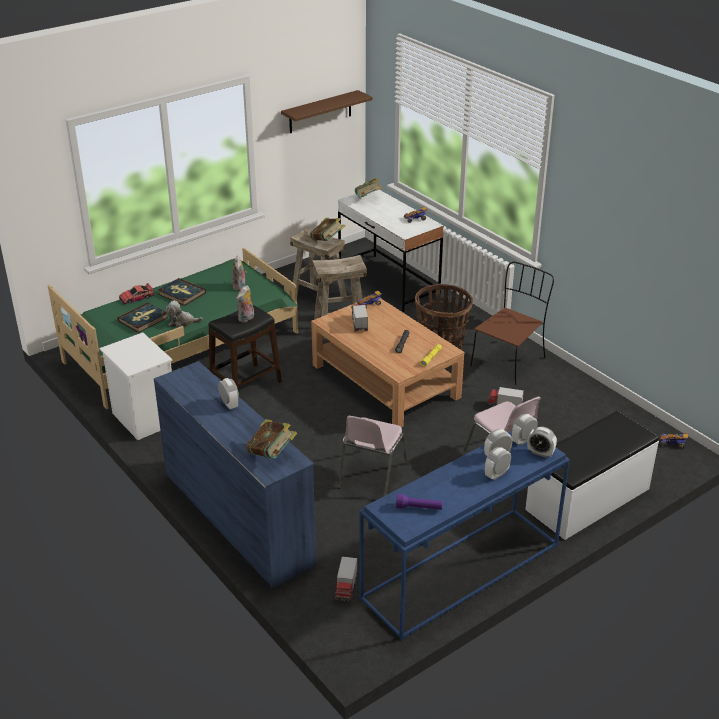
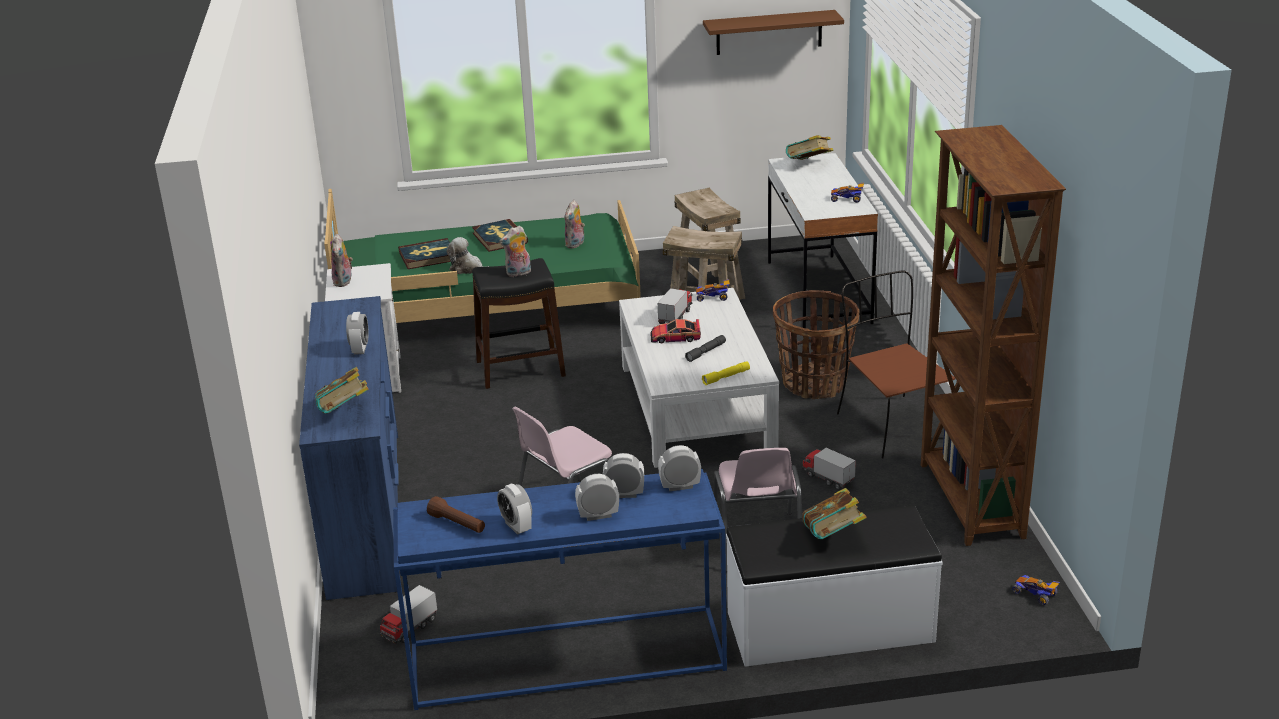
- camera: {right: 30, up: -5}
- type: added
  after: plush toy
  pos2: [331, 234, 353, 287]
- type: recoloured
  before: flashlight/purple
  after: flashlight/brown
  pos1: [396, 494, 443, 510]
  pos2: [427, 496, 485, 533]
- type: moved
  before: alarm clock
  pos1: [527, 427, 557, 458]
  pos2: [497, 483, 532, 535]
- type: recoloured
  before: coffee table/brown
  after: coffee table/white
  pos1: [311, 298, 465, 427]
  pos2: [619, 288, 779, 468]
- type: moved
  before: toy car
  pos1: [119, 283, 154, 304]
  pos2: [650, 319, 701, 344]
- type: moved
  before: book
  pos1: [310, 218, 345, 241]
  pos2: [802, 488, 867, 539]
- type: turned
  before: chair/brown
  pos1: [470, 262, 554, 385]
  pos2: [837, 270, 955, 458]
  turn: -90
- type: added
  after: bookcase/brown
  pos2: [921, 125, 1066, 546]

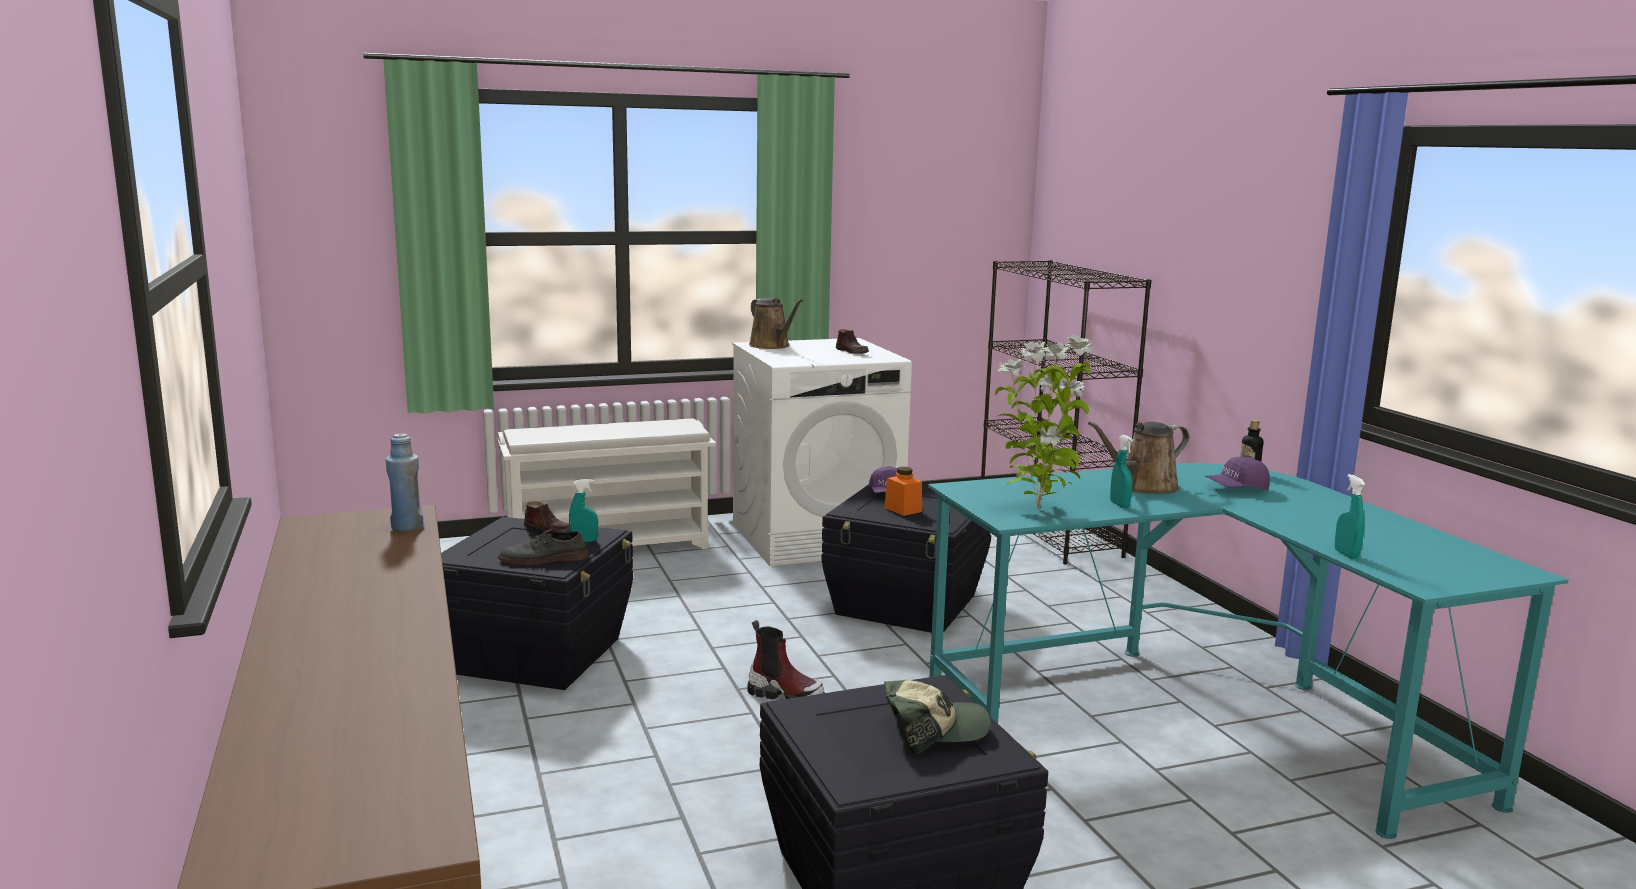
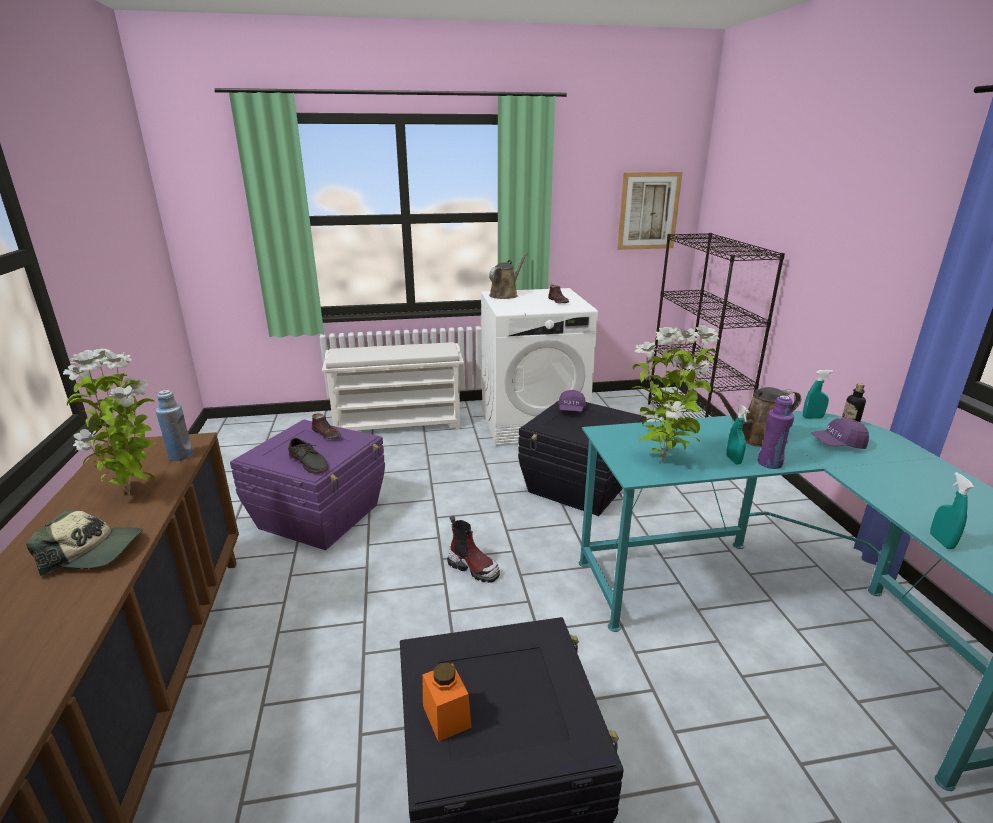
- camera: {right: 10, up: 10}
- type: moved
  before: cap
  pos1: [884, 680, 990, 754]
  pos2: [26, 510, 143, 576]
- type: added
  after: potted plant
  pos2: [63, 349, 155, 495]
- type: recoloured
  before: storage box/black
  after: storage box/purple
  pos1: [441, 517, 633, 690]
  pos2: [230, 419, 385, 550]
- type: turned
  before: shoe/grey
  pos1: [498, 528, 588, 565]
  pos2: [288, 438, 329, 474]
  turn: -135
- type: moved
  before: jar/orange
  pos1: [884, 467, 922, 516]
  pos2: [422, 663, 471, 742]
- type: turned
  before: watering can/brown
  pos1: [749, 298, 803, 349]
  pos2: [489, 253, 528, 299]
  turn: -120
- type: added
  after: picture
  pos2: [617, 172, 683, 250]
- type: added
  after: bottle/purple
  pos2: [757, 395, 794, 469]
- type: moved
  before: spray bottle/turquoise
  pos1: [569, 479, 598, 542]
  pos2: [803, 370, 834, 419]

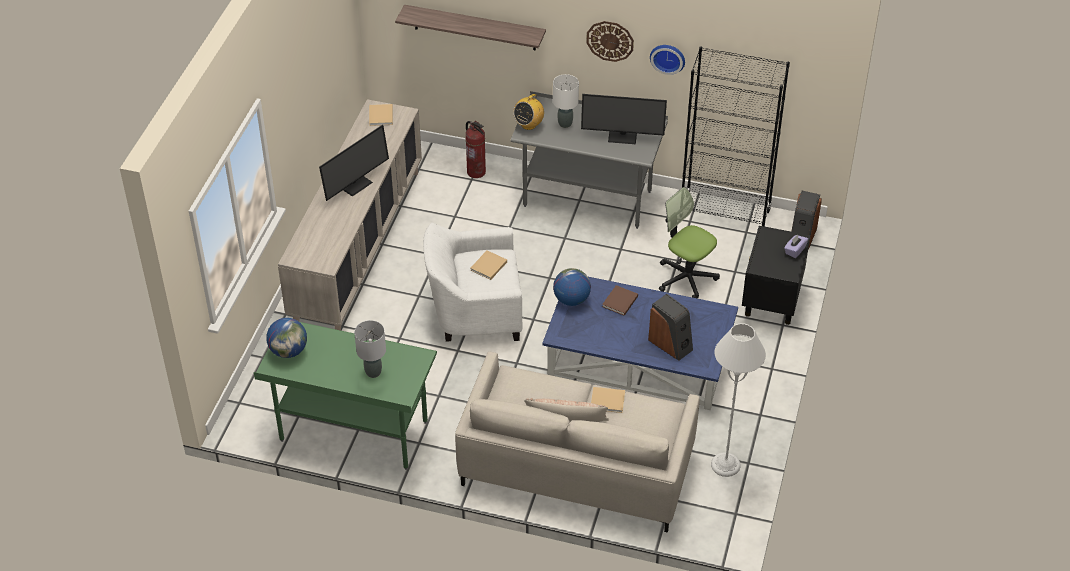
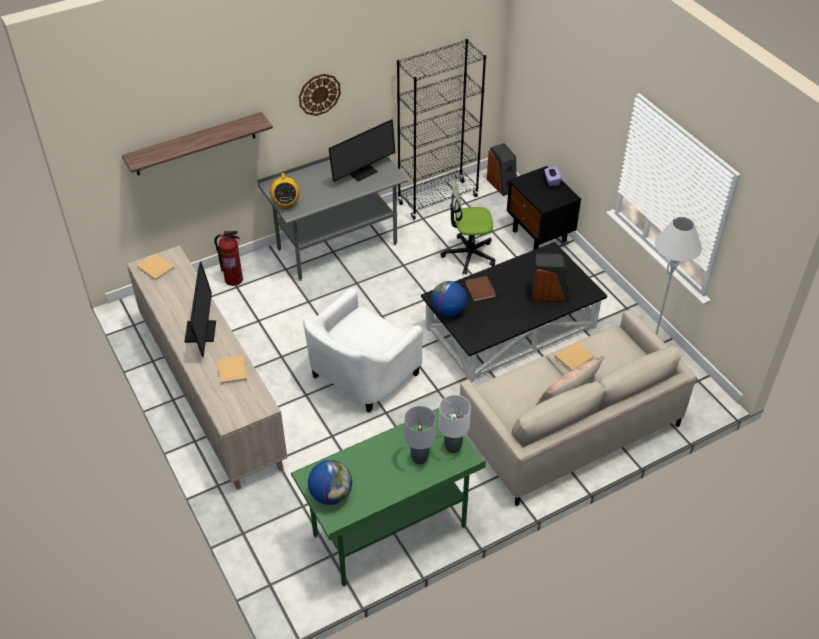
- camera: {right: -45, up: 0}
- type: moved
  before: book/beige
  pos1: [470, 250, 507, 280]
  pos2: [217, 355, 247, 385]
- type: recoloured
  before: coffee table/blue
  after: coffee table/black
  pos1: [542, 277, 738, 410]
  pos2: [421, 242, 607, 382]
- type: moved
  before: table lamp/white
  pos1: [553, 74, 579, 128]
  pos2: [438, 395, 471, 453]
- type: removed
  before: wall clock
  pos1: [650, 45, 685, 75]

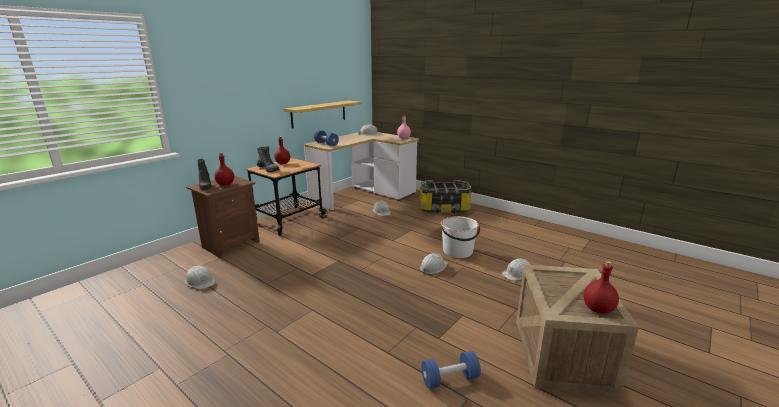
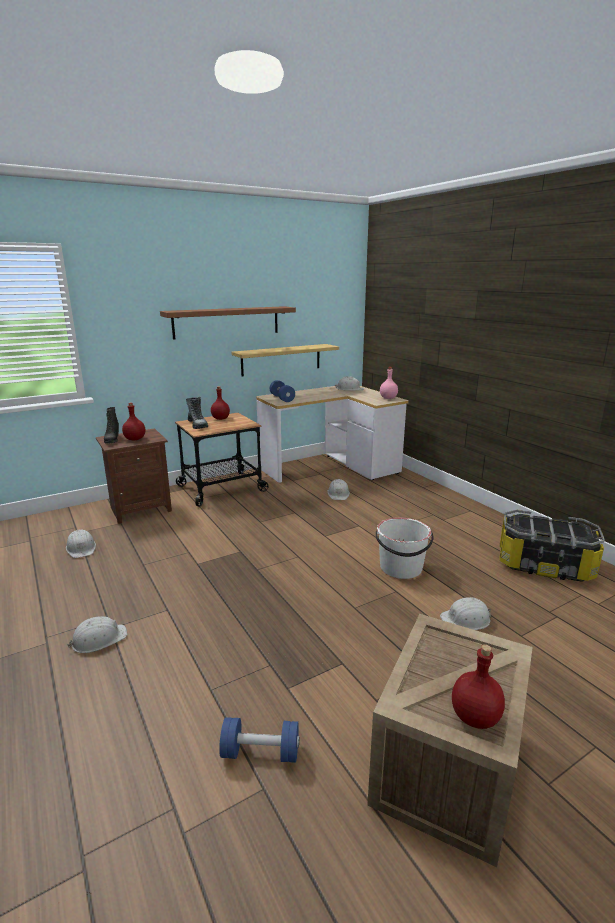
- camera: {right: 20, up: 0}
- type: moved
  before: hard hat/white
  pos1: [420, 253, 448, 274]
  pos2: [68, 616, 127, 653]
- type: added
  after: shelf/brown
  pos2: [160, 306, 296, 340]
- type: moved
  before: storage box
  pos1: [419, 180, 471, 213]
  pos2: [500, 510, 605, 582]

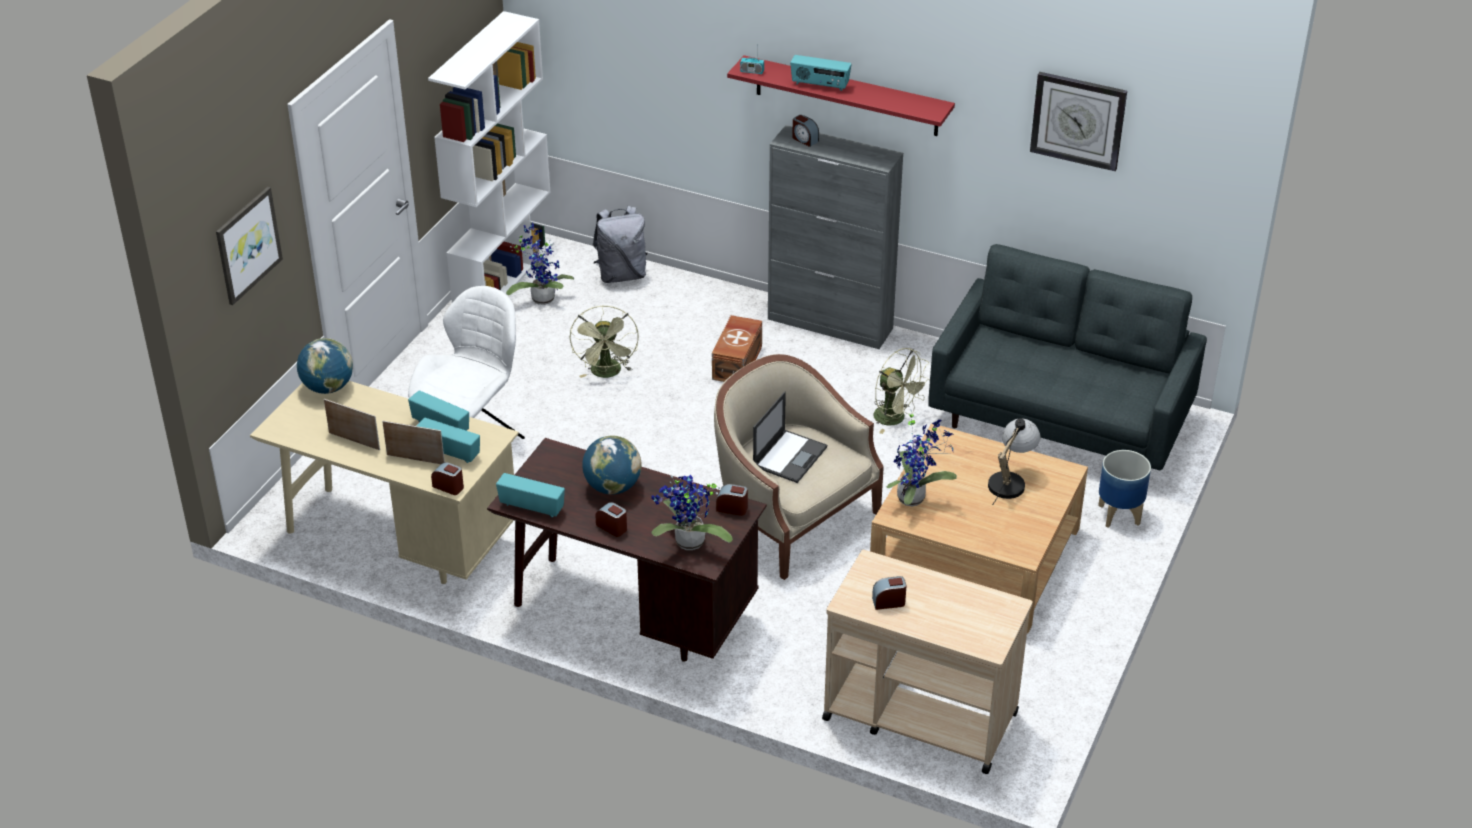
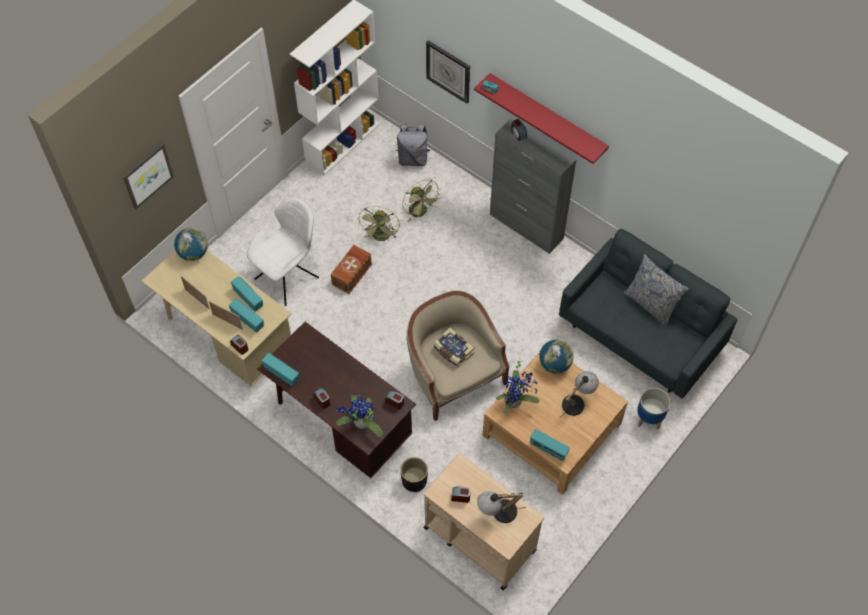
- camera: {right: 15, up: 20}
- type: moved
  before: storage box/brown
  pos1: [712, 315, 762, 382]
  pos2: [331, 245, 372, 294]
- type: added
  after: planter/black
  pos2: [400, 457, 428, 492]
- type: moved
  before: fan/green
  pos1: [873, 348, 930, 434]
  pos2: [402, 180, 440, 222]
- type: moved
  before: wall clock
  pos1: [1030, 72, 1127, 171]
  pos2: [426, 40, 470, 104]
- type: replaced
  before: laptop
  after: book
  pos1: [753, 392, 827, 483]
  pos2: [433, 328, 474, 368]
- type: added
  after: table lamp
  pos2: [477, 491, 526, 523]
- type: moved
  before: radio
  pos1: [790, 55, 852, 91]
  pos2: [530, 429, 570, 461]
- type: moved
  before: globe
  pos1: [582, 436, 642, 495]
  pos2: [539, 340, 574, 374]
- type: added
  after: pillow
  pos2: [624, 254, 689, 328]
- type: removed
  before: potted plant
  pos1: [506, 223, 574, 305]

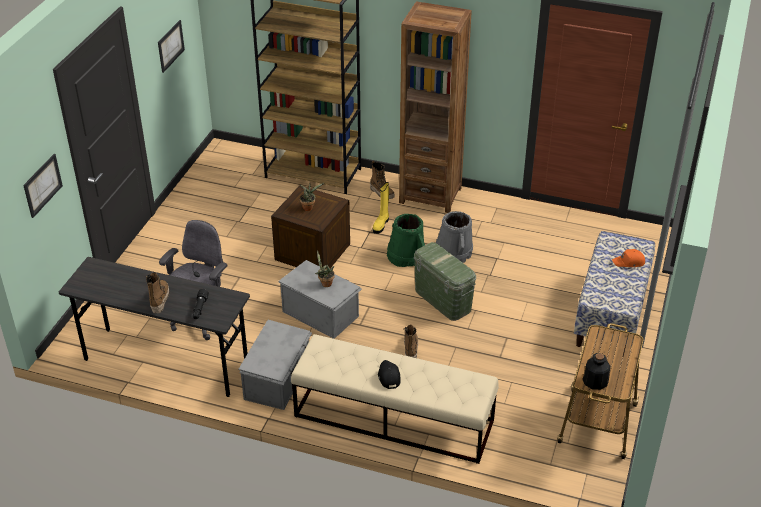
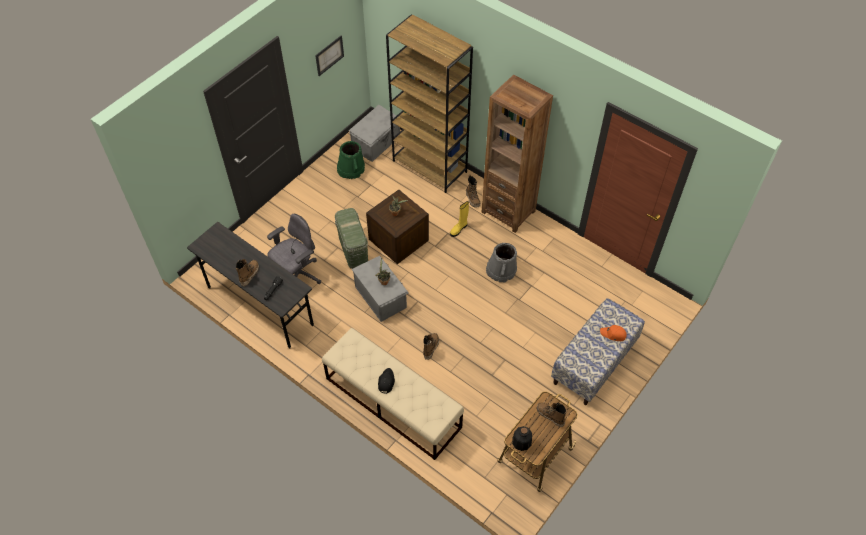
- camera: {right: 20, up: 15}
- type: moved
  before: storage box/green
  pos1: [414, 242, 476, 321]
  pos2: [335, 208, 368, 269]
- type: moved
  before: bucket/green
  pos1: [387, 214, 425, 267]
  pos2: [337, 141, 365, 179]
- type: moved
  before: storage box/grey
  pos1: [238, 320, 312, 410]
  pos2: [349, 105, 400, 162]
- type: added
  after: boot
  pos2: [537, 402, 567, 427]
- type: removed
  before: picture
  pos1: [23, 154, 63, 218]

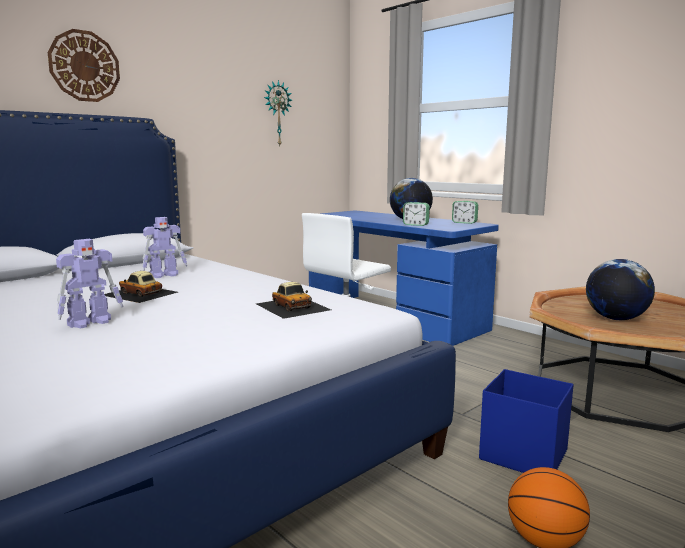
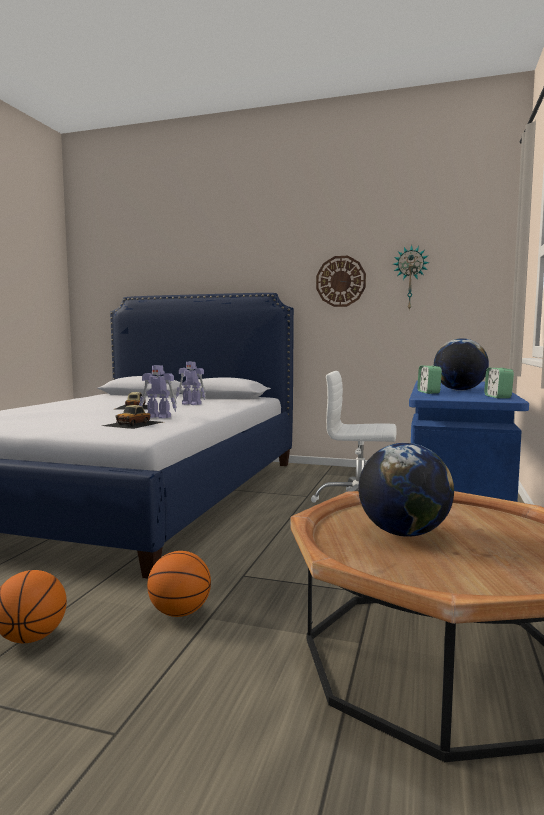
- camera: {right: 60, up: -5}
- type: moved
  before: toy robot
  pos1: [56, 239, 124, 328]
  pos2: [139, 366, 177, 419]
- type: replaced
  before: storage box/blue
  after: basketball
  pos1: [479, 369, 574, 473]
  pos2: [147, 551, 211, 617]
- type: moved
  before: wall clock
  pos1: [47, 29, 120, 102]
  pos2: [316, 256, 366, 307]

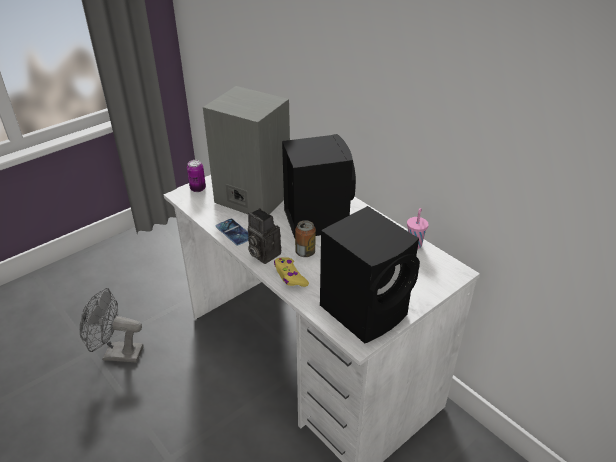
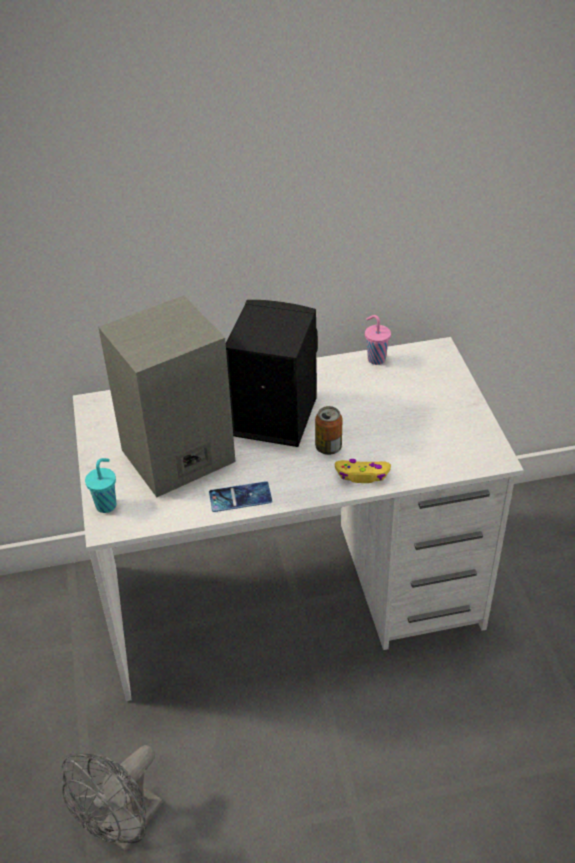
- camera: {right: -60, up: 5}
- type: replaced
  before: can
  after: cup/turquoise
  pos1: [187, 160, 206, 192]
  pos2: [85, 458, 116, 513]
- type: removed
  before: photo camera
  pos1: [248, 208, 281, 264]
- type: removed
  before: speaker/black
  pos1: [320, 206, 420, 344]

